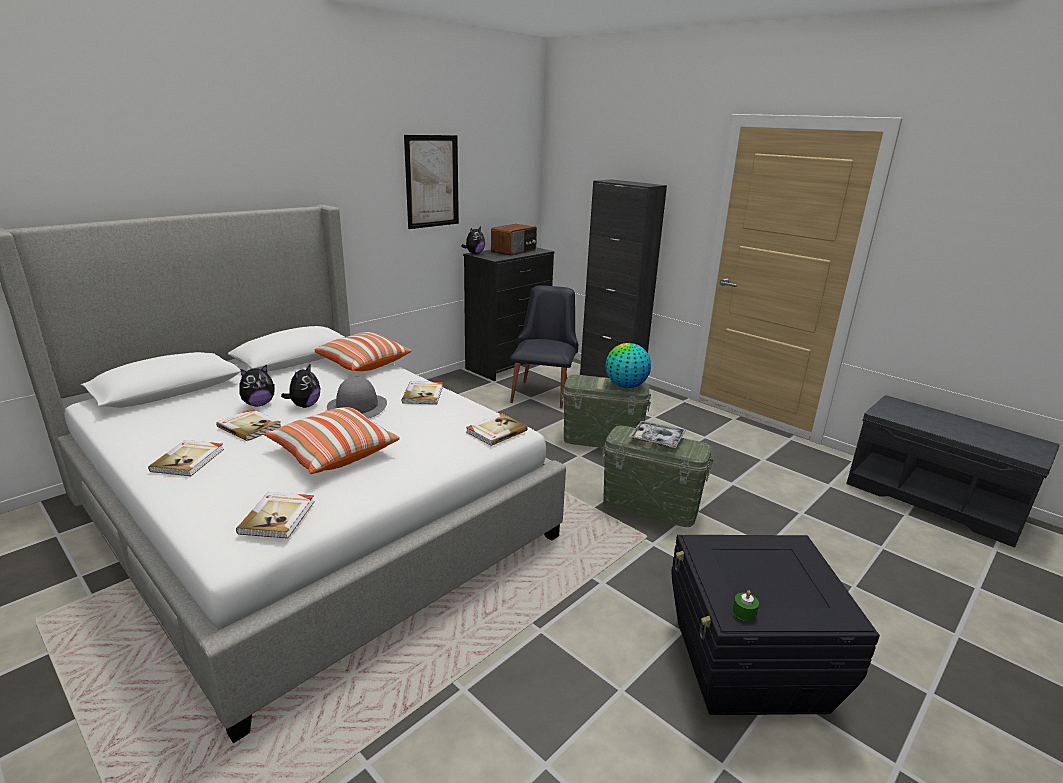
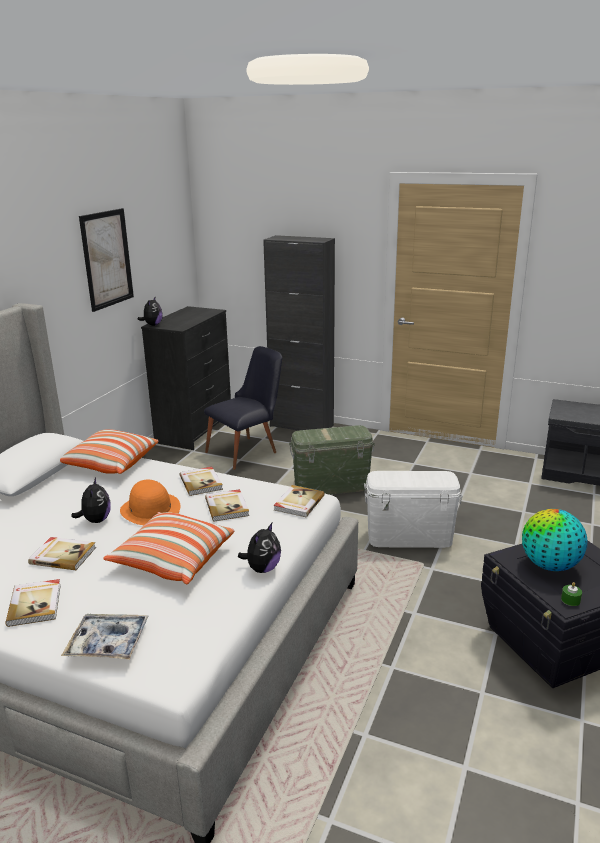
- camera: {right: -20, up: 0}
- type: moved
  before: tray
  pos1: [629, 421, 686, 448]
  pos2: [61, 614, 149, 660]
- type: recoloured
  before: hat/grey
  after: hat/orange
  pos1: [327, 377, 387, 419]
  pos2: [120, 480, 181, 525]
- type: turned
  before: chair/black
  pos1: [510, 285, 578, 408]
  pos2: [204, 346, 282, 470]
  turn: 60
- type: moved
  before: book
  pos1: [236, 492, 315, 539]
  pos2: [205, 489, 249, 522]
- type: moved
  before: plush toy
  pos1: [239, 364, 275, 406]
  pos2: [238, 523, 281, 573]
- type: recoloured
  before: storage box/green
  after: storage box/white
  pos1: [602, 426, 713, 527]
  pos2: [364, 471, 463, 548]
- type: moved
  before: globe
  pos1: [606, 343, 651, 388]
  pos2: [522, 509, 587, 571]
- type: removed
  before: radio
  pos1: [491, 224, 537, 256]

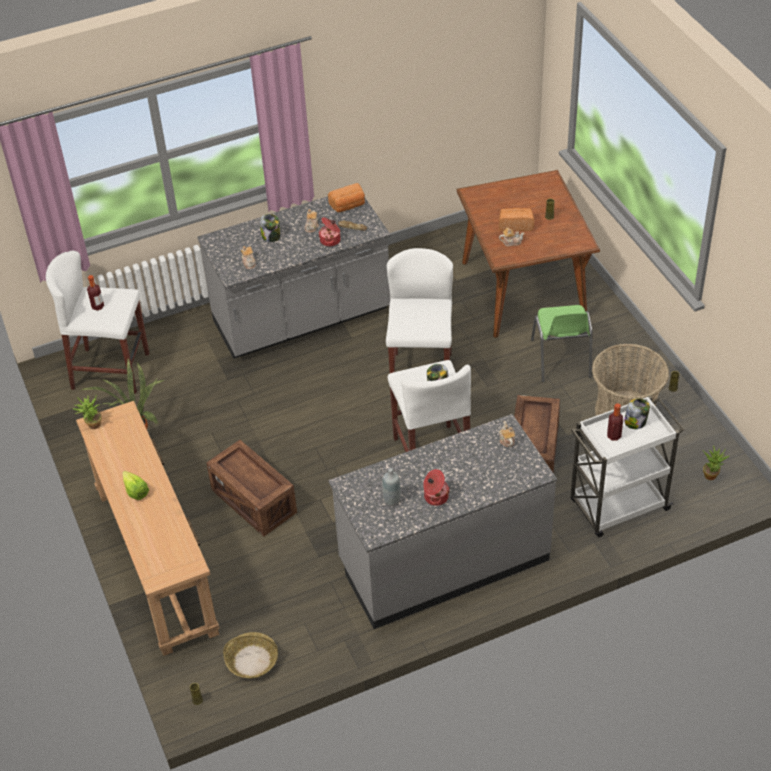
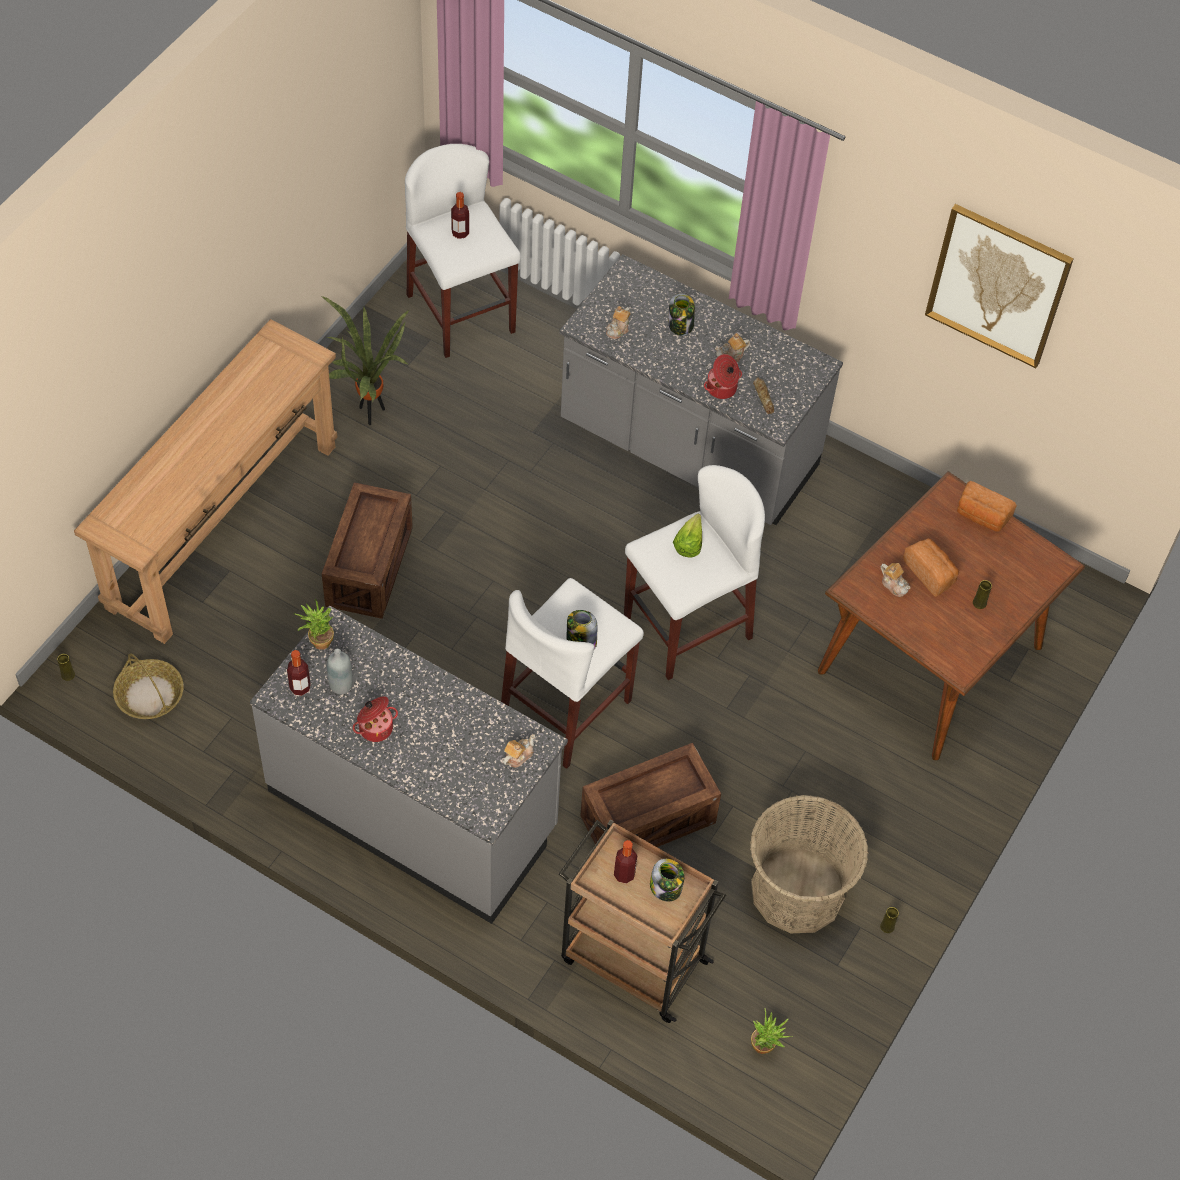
- camera: {right: 50, up: 10}
- type: added
  after: bottle
  pos2: [287, 650, 311, 696]
- type: moved
  before: potted plant
  pos1: [72, 395, 102, 429]
  pos2: [293, 598, 334, 650]
- type: recoloured
  before: cart/white
  after: cart/brown
  pos1: [570, 396, 684, 537]
  pos2: [559, 819, 726, 1023]
- type: moved
  before: lettuce
  pos1: [123, 471, 149, 500]
  pos2: [673, 514, 702, 558]
- type: added
  after: picture
  pos2: [925, 204, 1074, 368]
- type: moved
  before: bread
  pos1: [328, 183, 365, 212]
  pos2: [957, 481, 1017, 532]
- type: removed
  before: chair/green
  pos1: [531, 305, 593, 382]

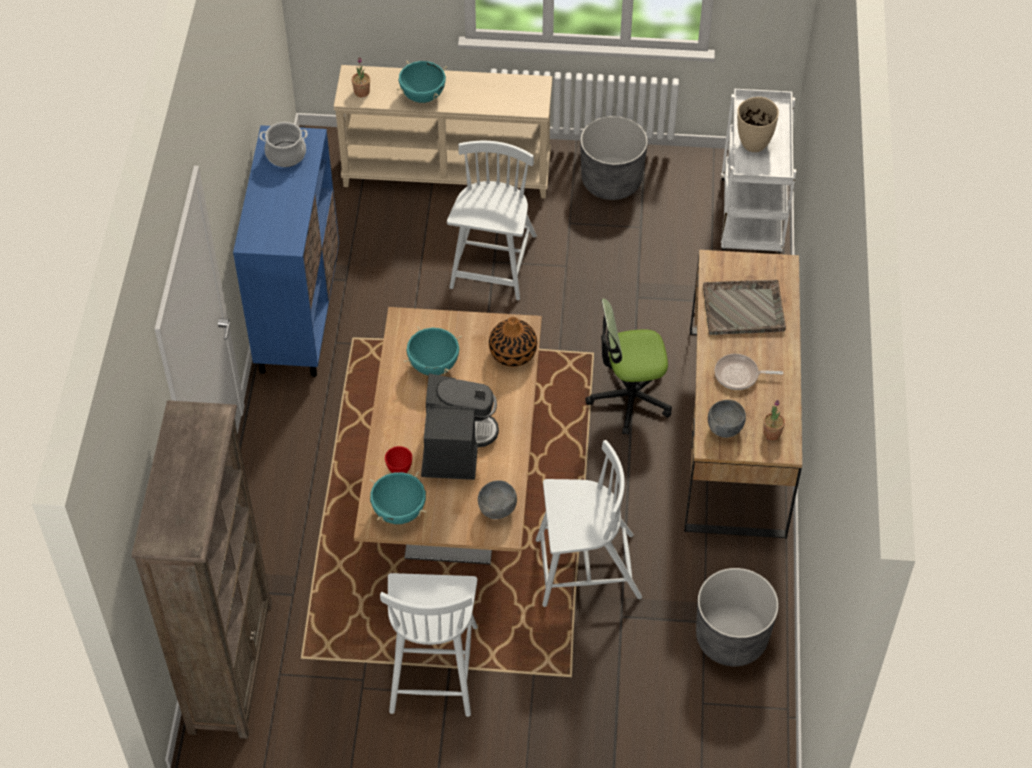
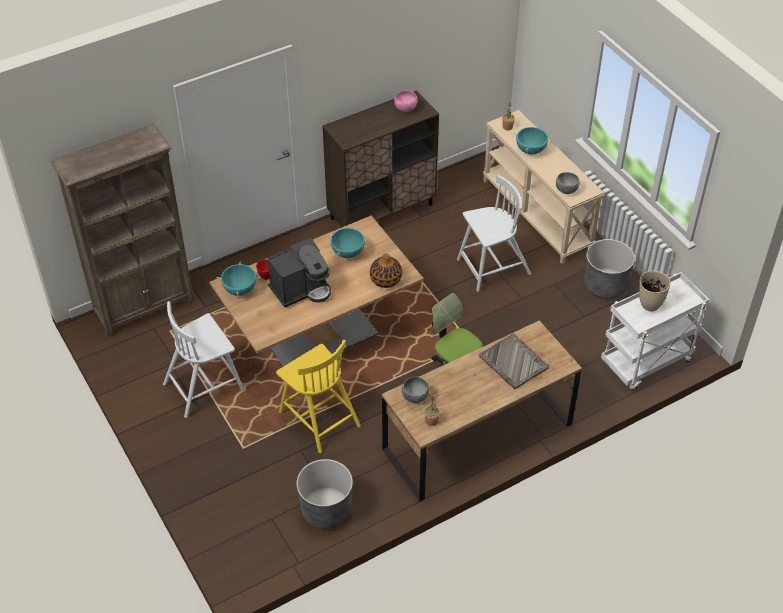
- camera: {right: 55, up: -5}
- type: recoloured
  before: chair/white
  after: chair/yellow
  pos1: [536, 440, 642, 607]
  pos2: [276, 339, 361, 453]
- type: recoloured
  before: cabinet/blue
  after: cabinet/brown
  pos1: [233, 125, 339, 377]
  pos2: [322, 90, 439, 227]
- type: replaced
  before: cooking pot
  after: bowl/pink
  pos1: [259, 122, 308, 167]
  pos2: [394, 90, 417, 112]
- type: moved
  before: bowl/grey
  pos1: [478, 480, 517, 519]
  pos2: [556, 172, 580, 194]
- type: removed
  before: frying pan
  pos1: [715, 354, 783, 390]

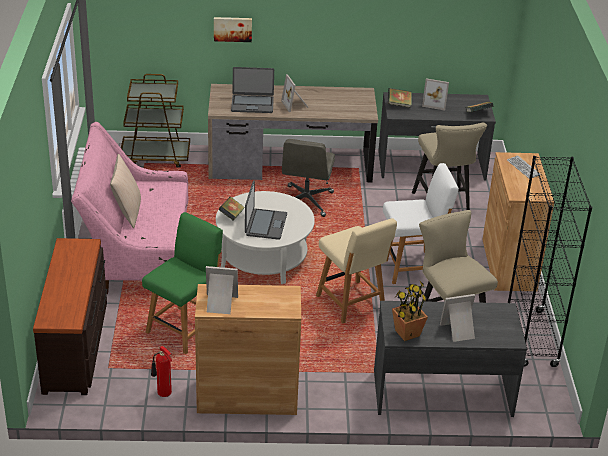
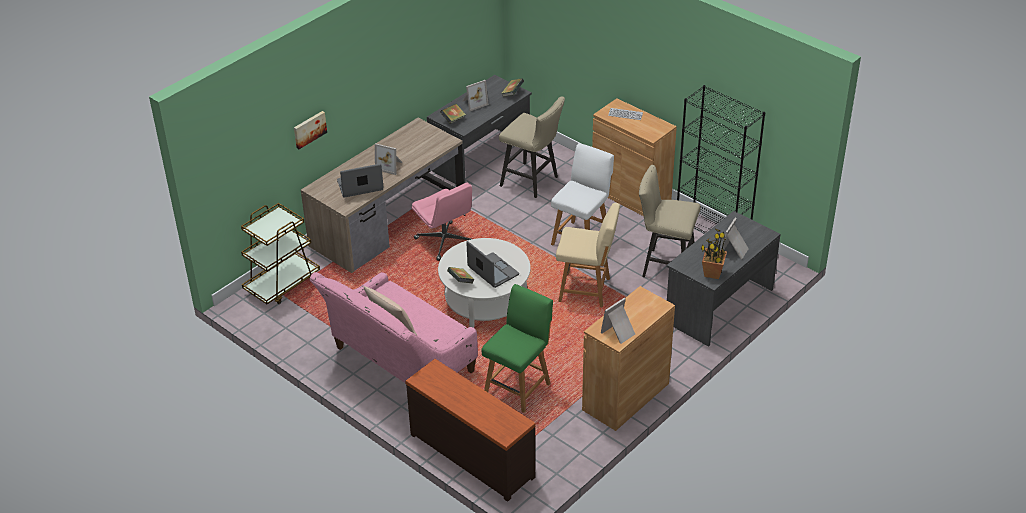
- camera: {right: -45, up: 5}
- type: turned
  before: laptop
  pos1: [231, 67, 274, 113]
  pos2: [337, 164, 383, 198]
  turn: -150
- type: recoloured
  before: office chair/grey
  after: office chair/pink
  pos1: [282, 139, 335, 217]
  pos2: [411, 183, 472, 261]
- type: turned
  before: chair/green
  pos1: [142, 212, 223, 354]
  pos2: [482, 284, 553, 413]
  turn: 45
- type: removed
  before: fire extinguisher
  pos1: [151, 346, 172, 397]

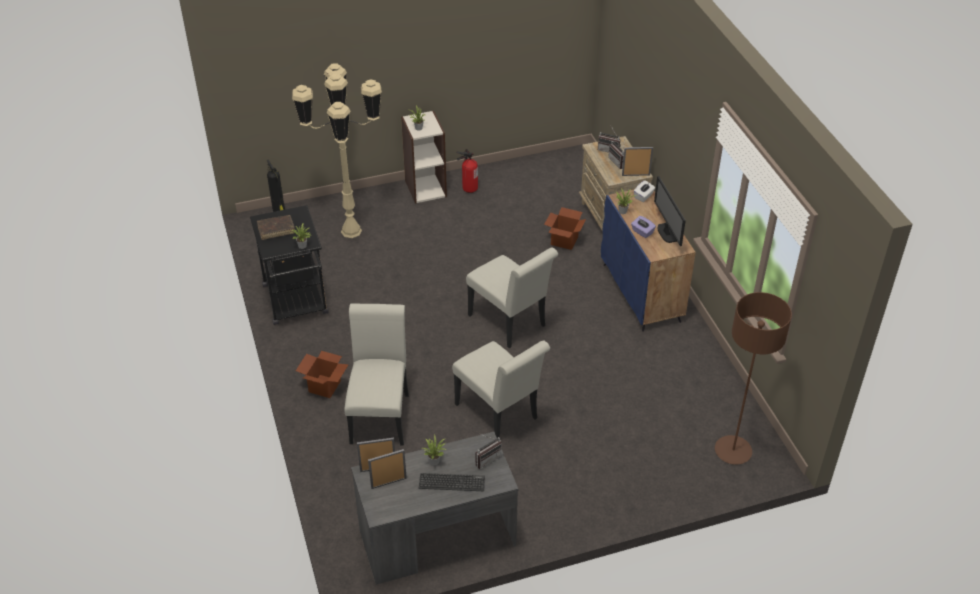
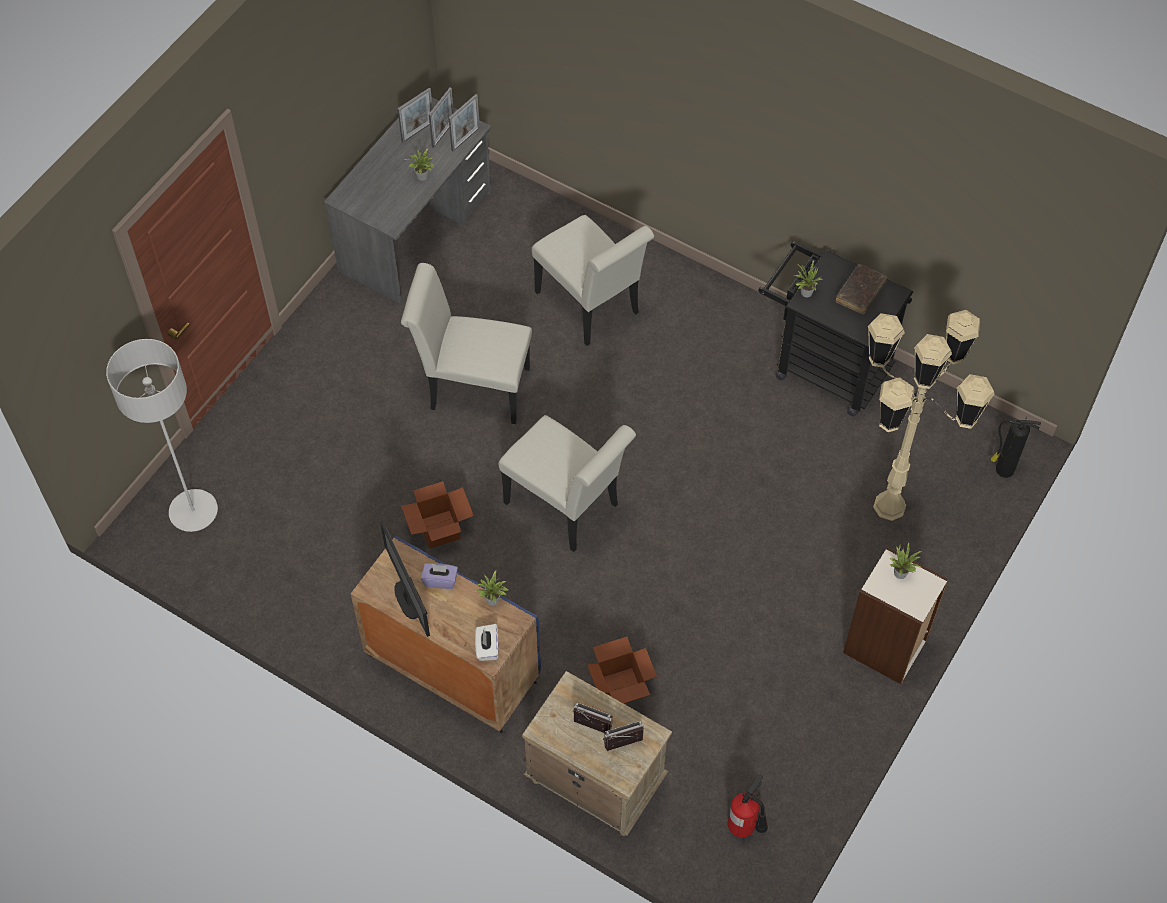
- camera: {right: 140, up: 15}
- type: recoloured
  before: floor lamp/brown
  after: floor lamp/grey
  pos1: [715, 292, 792, 465]
  pos2: [106, 339, 218, 532]
- type: turned
  before: monitor
  pos1: [654, 176, 686, 246]
  pos2: [380, 520, 430, 637]
  turn: -150
- type: moved
  before: picture frame
  pos1: [622, 147, 653, 176]
  pos2: [398, 88, 433, 142]
- type: moved
  before: cardboard box
  pos1: [296, 351, 349, 398]
  pos2: [401, 481, 474, 549]
- type: turned
  before: chair/white
  pos1: [466, 248, 558, 348]
  pos2: [499, 415, 636, 552]
  turn: -150
- type: moved
  before: fire extinguisher
  pos1: [456, 149, 478, 193]
  pos2: [728, 774, 768, 838]
- type: removed
  before: keyboard
  pos1: [419, 473, 485, 491]
- type: removed
  before: radio
  pos1: [475, 434, 502, 469]

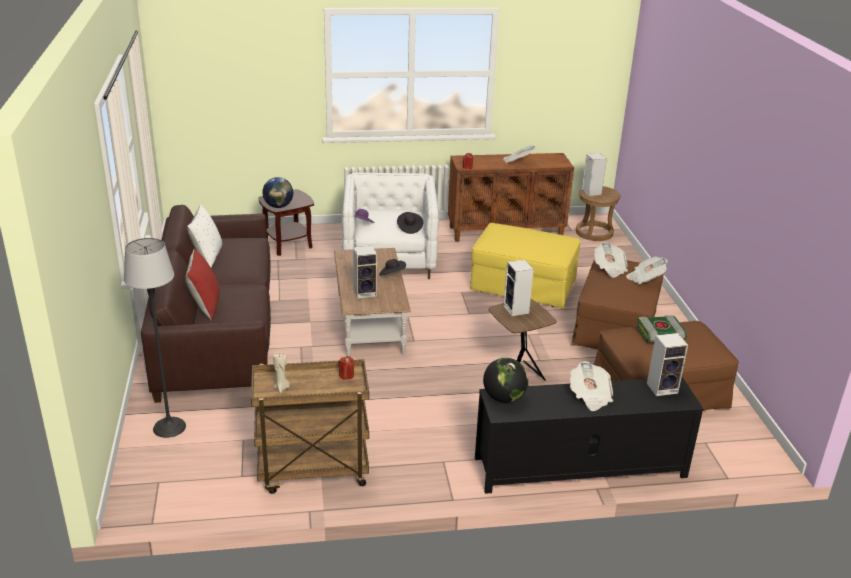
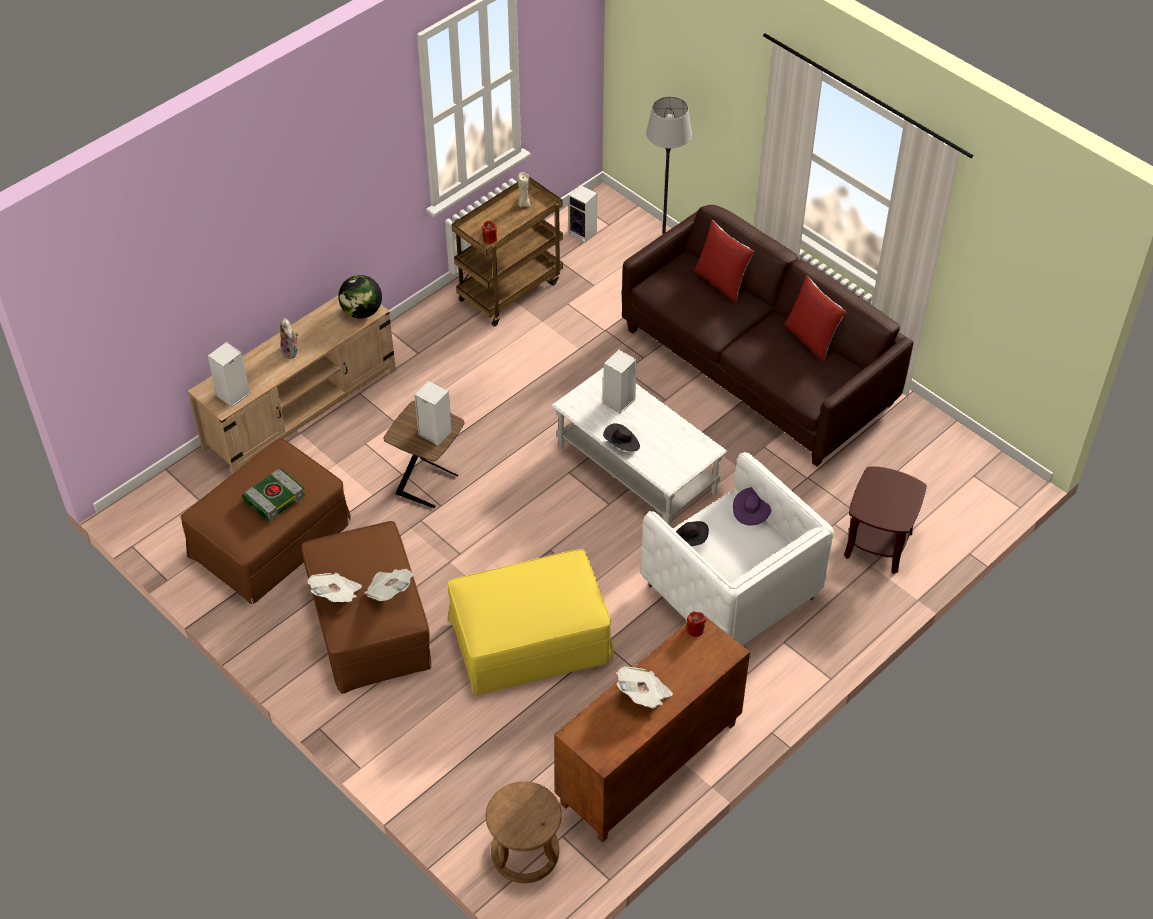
- camera: {right: 145, up: 20}
- type: recoloured
  before: tv stand/black
  after: tv stand/beige
  pos1: [475, 377, 703, 494]
  pos2: [188, 296, 396, 474]
- type: replaced
  before: newspaper
  after: plush toy
  pos1: [570, 361, 613, 411]
  pos2: [280, 318, 299, 359]
- type: recoloured
  before: coffee table/brown
  after: coffee table/white
  pos1: [334, 248, 411, 356]
  pos2: [551, 367, 728, 526]
- type: moved
  before: speaker
  pos1: [582, 153, 607, 196]
  pos2: [568, 185, 597, 243]
- type: recoloured
  before: pillow/white
  after: pillow/red
  pos1: [187, 204, 222, 267]
  pos2: [784, 275, 847, 362]
- type: removed
  before: globe
  pos1: [262, 177, 293, 208]

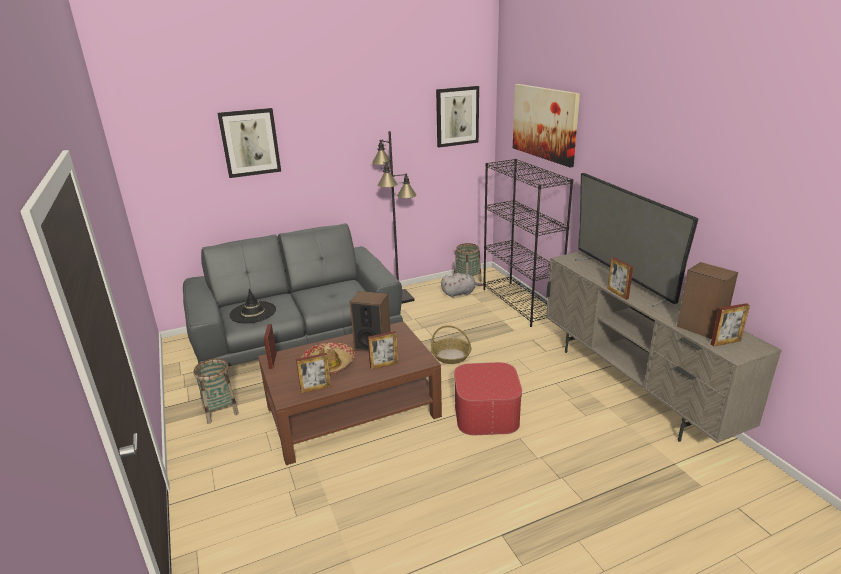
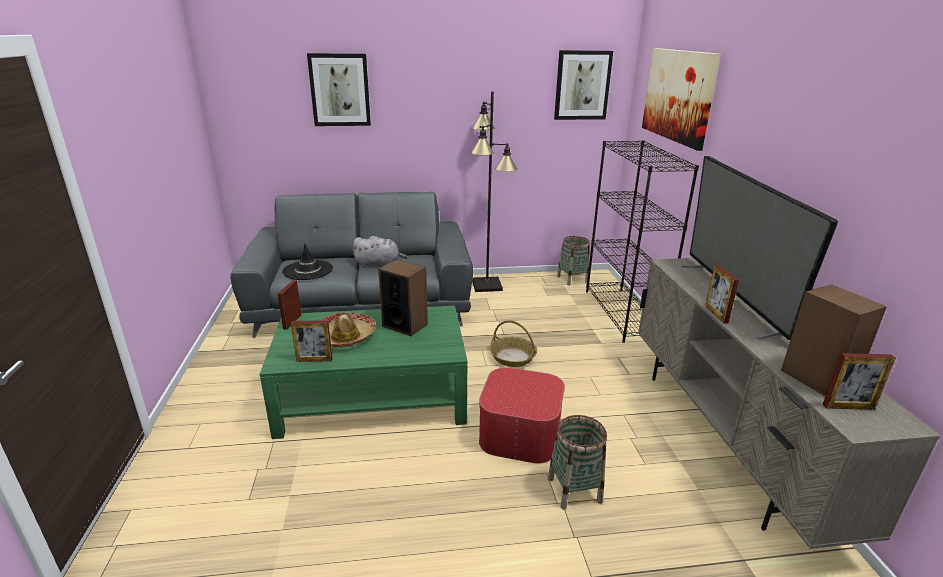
- camera: {right: 15, up: 0}
- type: recoloured
  before: coffee table/brown
  after: coffee table/green
  pos1: [258, 321, 442, 465]
  pos2: [260, 306, 468, 439]
- type: moved
  before: plush toy/grey
  pos1: [441, 273, 483, 298]
  pos2: [352, 236, 407, 268]
- type: moved
  before: basket
  pos1: [193, 358, 239, 424]
  pos2: [548, 415, 607, 510]
- type: removed
  before: picture frame
  pos1: [368, 331, 398, 370]

